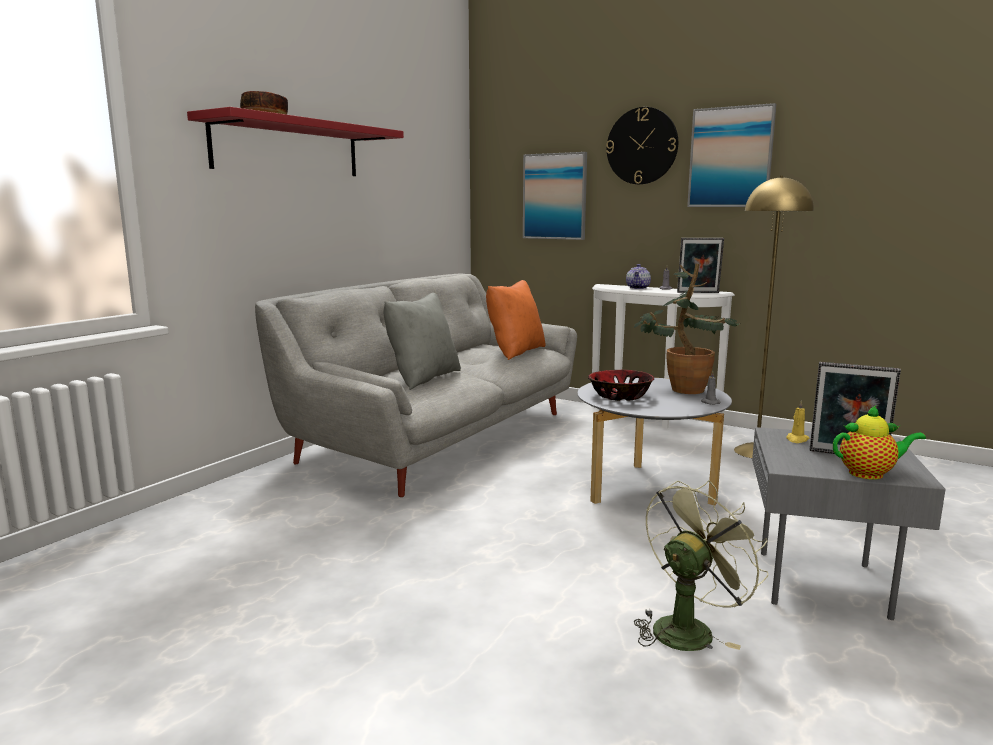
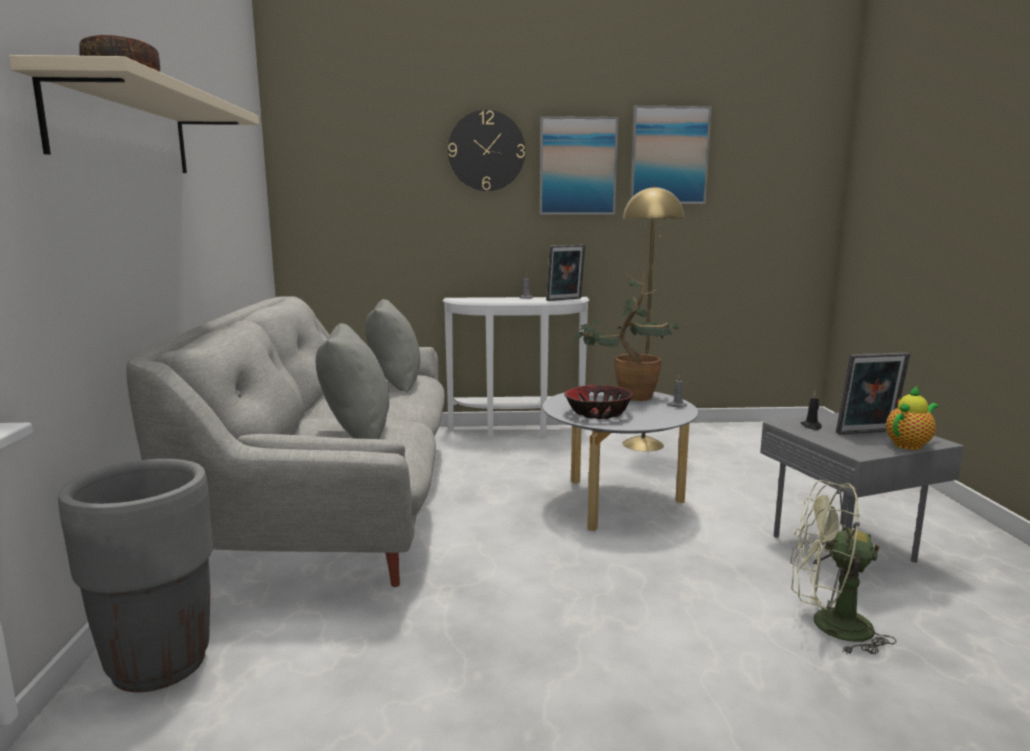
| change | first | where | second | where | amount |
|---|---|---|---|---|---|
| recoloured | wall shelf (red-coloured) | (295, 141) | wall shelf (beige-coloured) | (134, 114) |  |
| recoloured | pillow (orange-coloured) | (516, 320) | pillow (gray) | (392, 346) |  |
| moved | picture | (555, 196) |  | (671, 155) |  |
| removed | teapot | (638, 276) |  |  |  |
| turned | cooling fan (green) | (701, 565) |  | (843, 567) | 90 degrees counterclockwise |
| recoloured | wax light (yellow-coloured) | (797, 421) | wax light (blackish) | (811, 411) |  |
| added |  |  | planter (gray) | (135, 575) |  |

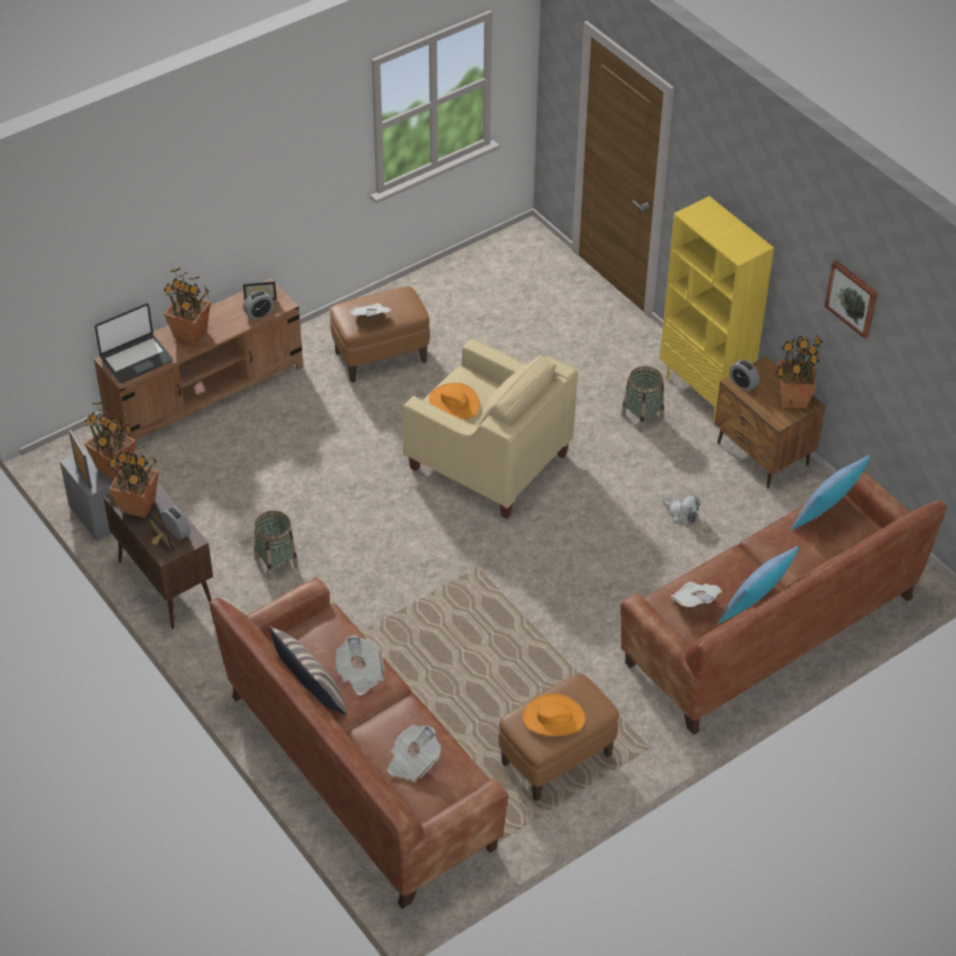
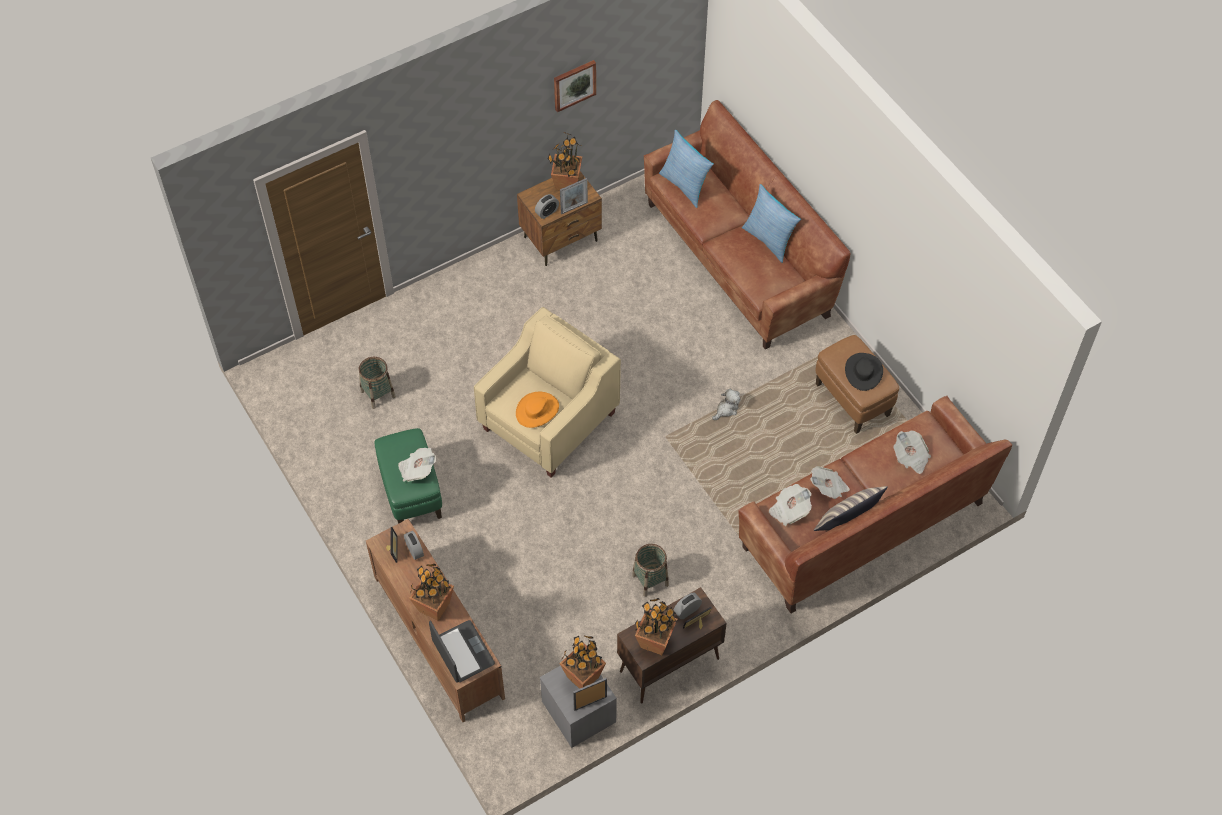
| change | first | where | second | where | amount |
|---|---|---|---|---|---|
| recoloured | pouffe (brownish) | (380, 334) | pouffe (green) | (408, 476) |  |
| recoloured | clothing hat (orange-coloured) | (554, 714) | clothing hat (blackish) | (864, 372) |  |
| moved | household basket | (642, 399) |  | (377, 383) |  |
| removed | bookshelf (yellow-coloured) | (717, 308) |  |  |  |
| moved | soft toy | (681, 510) |  | (726, 404) |  |
| moved | printed paper | (696, 594) |  | (790, 505) |  |
| added |  |  | standing frame | (574, 196) |  |

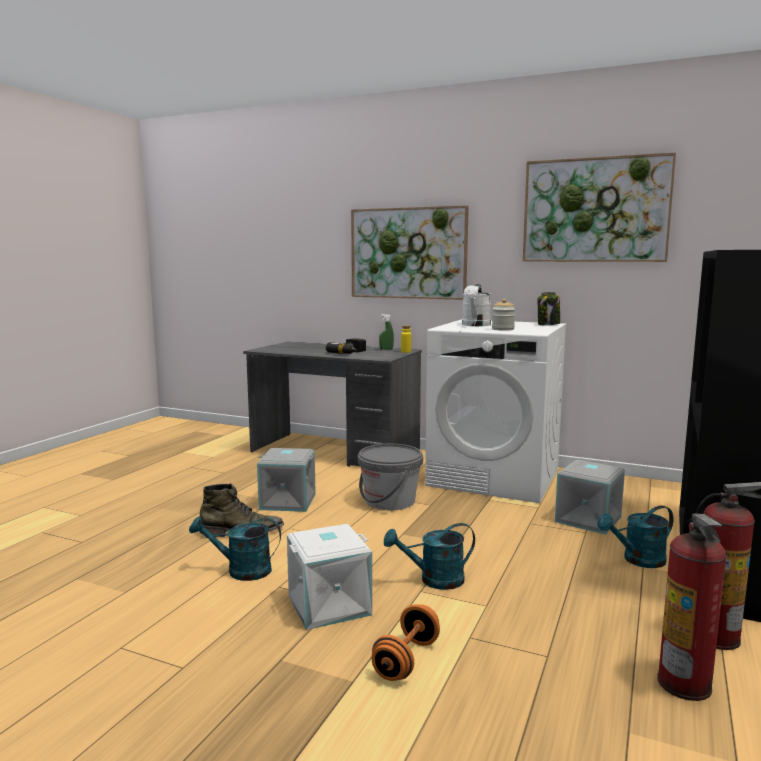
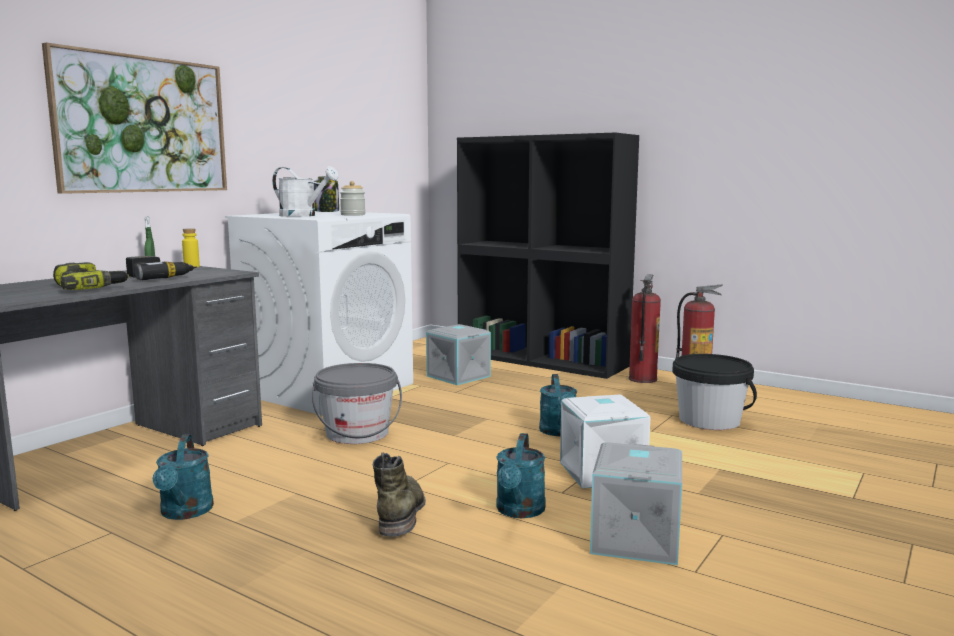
| change | first | where | second | where | amount |
|---|---|---|---|---|---|
| moved | storage box (gray) | (286, 480) |  | (636, 503) |  |
| removed | free weight (orange-coloured) | (405, 642) |  |  |  |
| removed | picture | (599, 207) |  |  |  |
| moved | sprinkling can (blue-green) | (635, 536) |  | (183, 477) |  |
| added |  |  | electric drill | (91, 276) |  |
| added |  |  | pail (blackish) | (714, 392) |  |

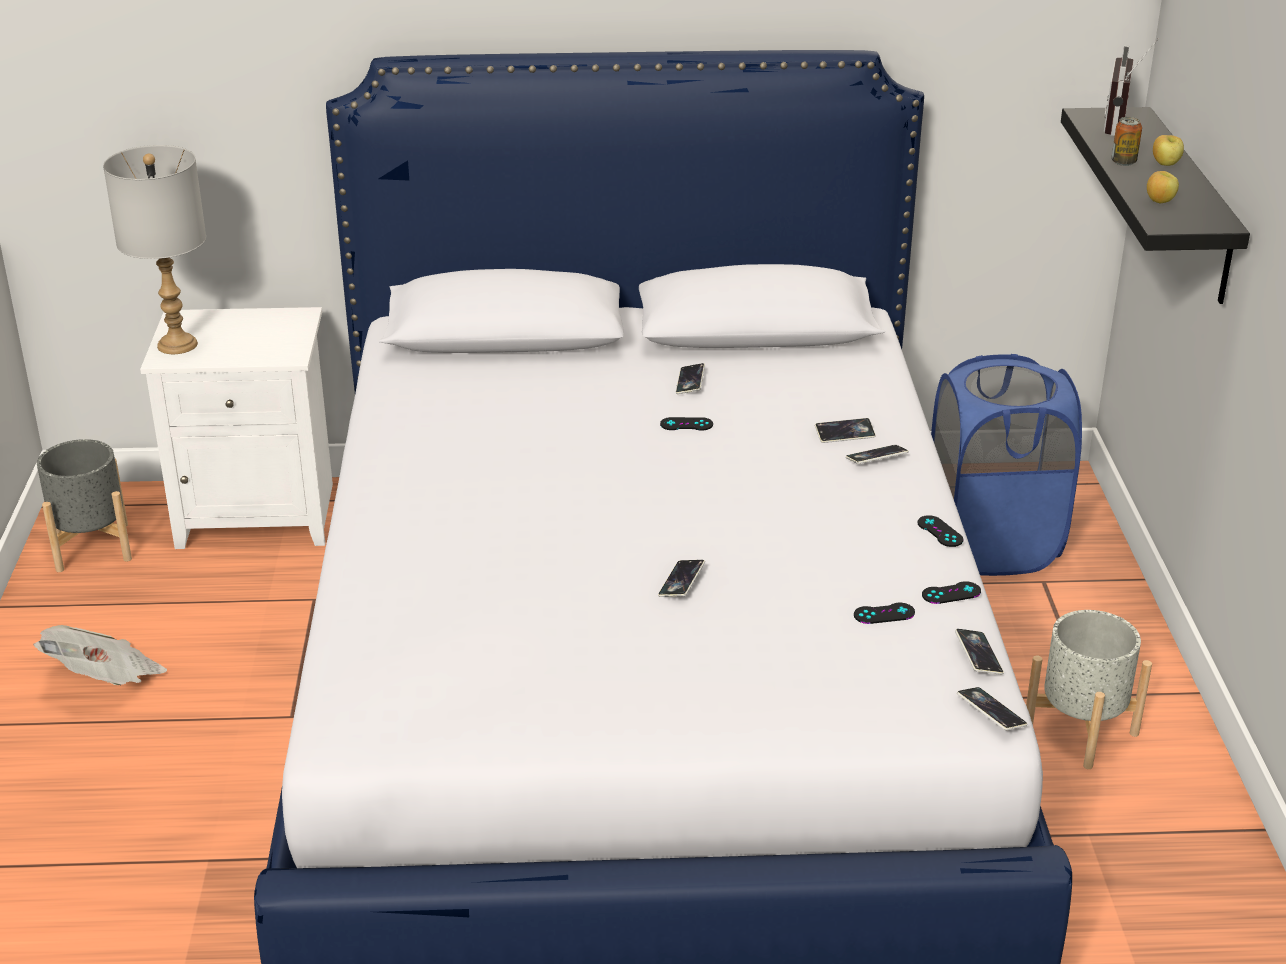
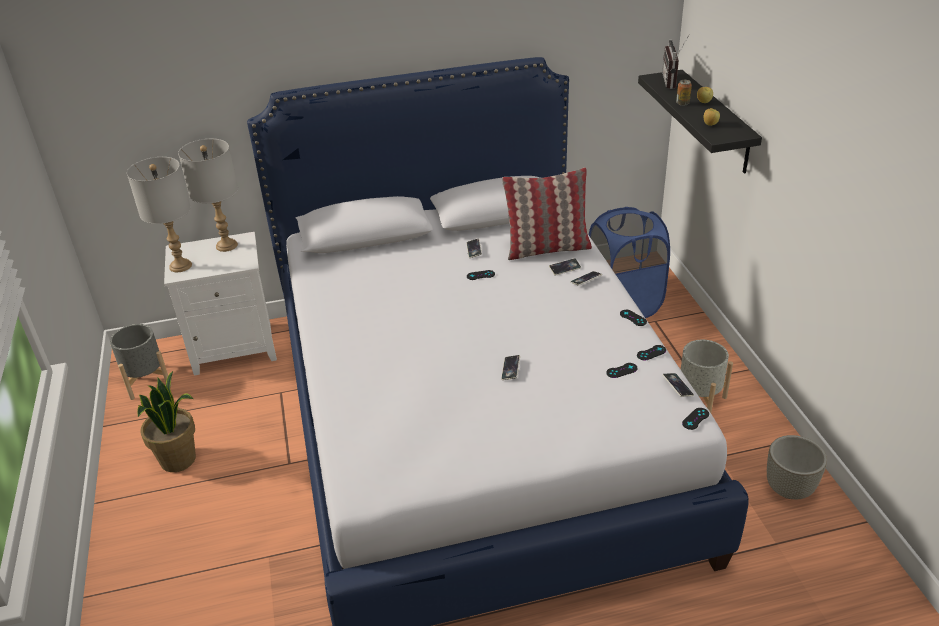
| change | first | where | second | where | amount |
|---|---|---|---|---|---|
| replaced | printed paper | (100, 655) | plant in a pot | (166, 421) |  |
| replaced | phone | (992, 708) | joypad (blackish) | (695, 419) |  |
| added |  |  | tabletop lamp (gray) | (208, 195) |  |
| added |  |  | pillow | (547, 214) |  |
| added |  |  | planter (gray) | (797, 467) |  |

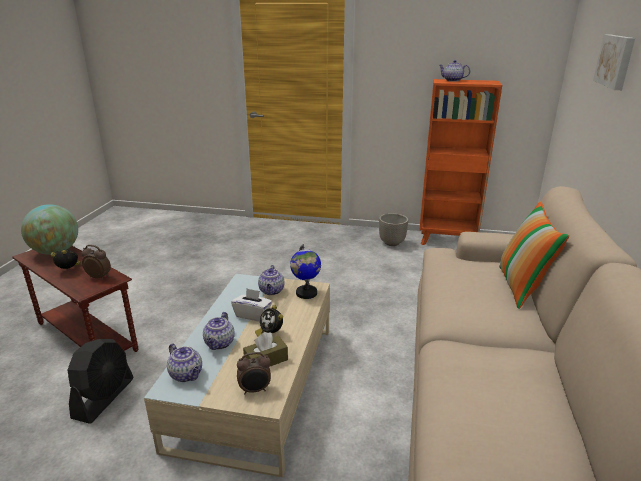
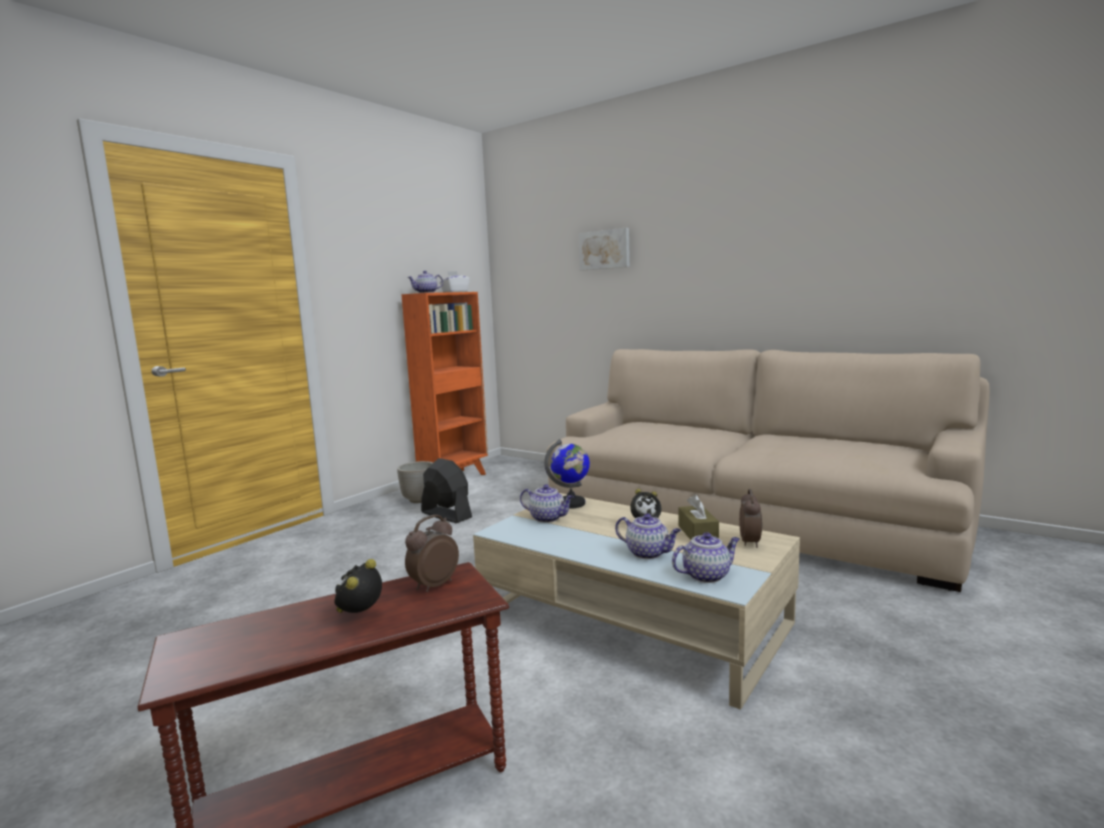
| change | first | where | second | where | amount |
|---|---|---|---|---|---|
| removed | world globe | (49, 229) |  |  |  |
| moved | cooling fan (blackish) | (100, 381) |  | (446, 490) |  |
| moved | tissue holder (white) | (251, 305) |  | (454, 281) |  |
| removed | pillow | (534, 255) |  |  |  |

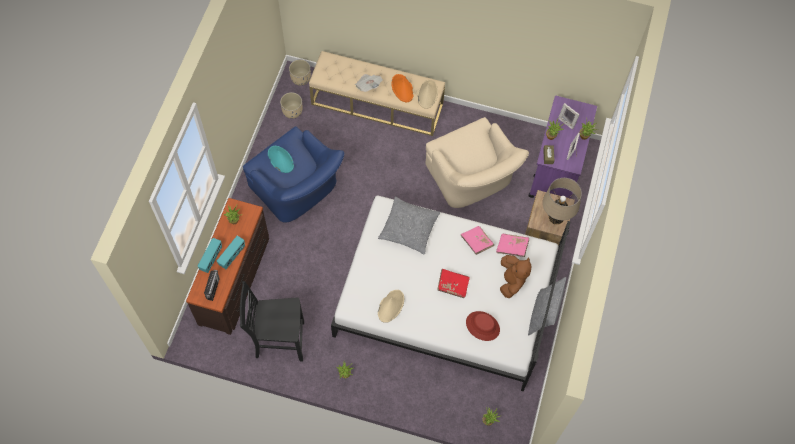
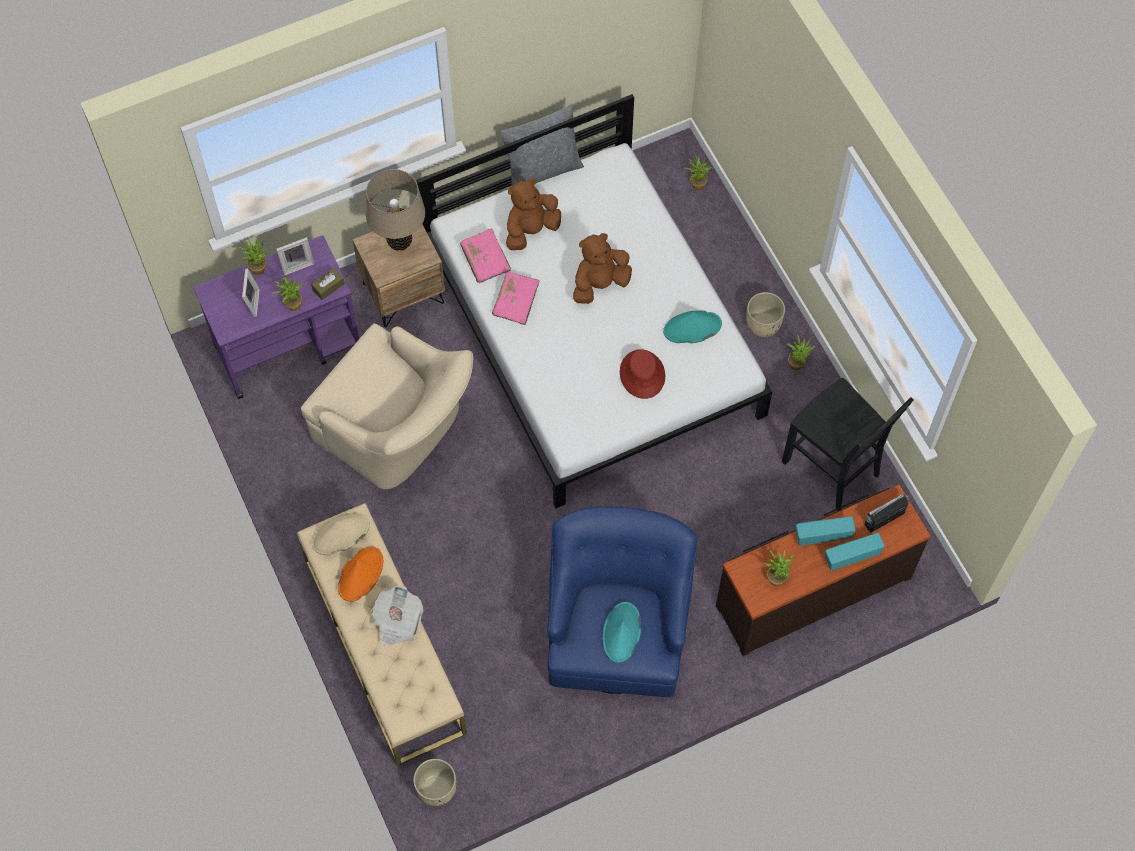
| change | first | where | second | where | amount |
|---|---|---|---|---|---|
| moved | planter (beige-coloured) | (291, 105) |  | (765, 314) |  |
| removed | pillow (gray) | (409, 225) |  |  |  |
| recoloured | clothing hat (beige-coloured) | (391, 306) | clothing hat (blue-green) | (692, 326) |  |
| turned | easy chair (beige-coloured) | (477, 162) |  | (387, 406) | 105 degrees clockwise |
| replaced | volume (red-coloured) | (453, 283) | soft toy (brownish) | (602, 268) |  |
| moved | clothing hat (red-coloured) | (483, 326) |  | (642, 374) |  |

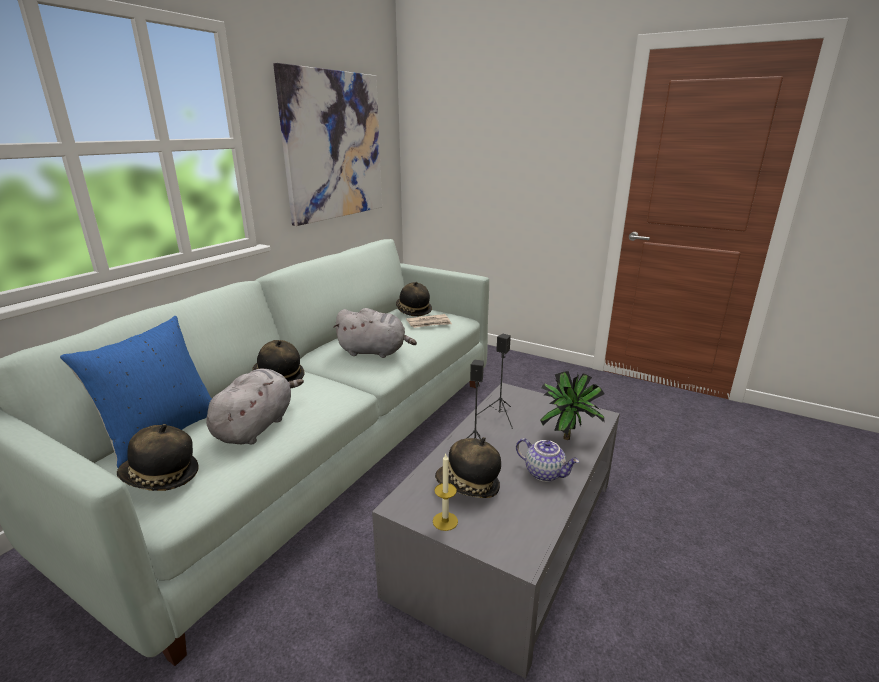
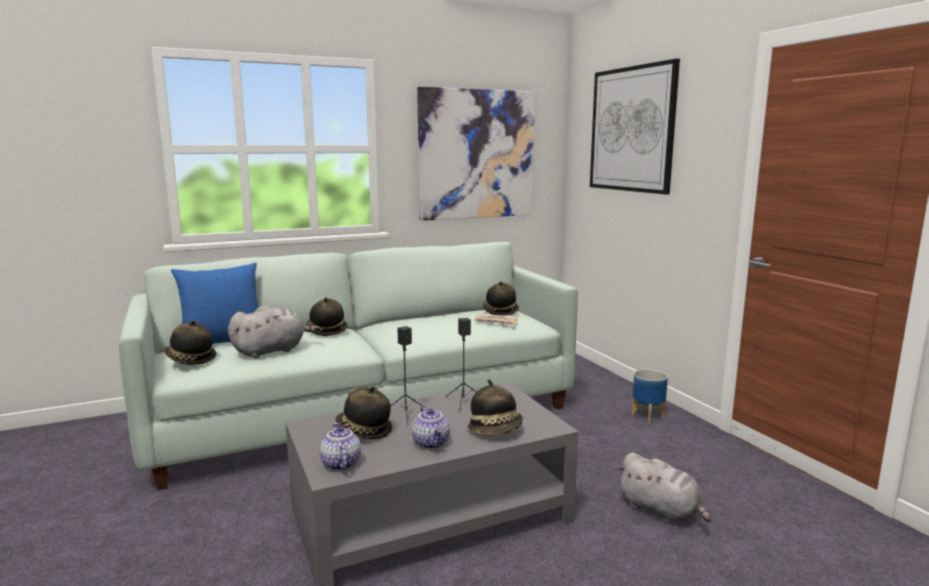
| change | first | where | second | where | amount |
|---|---|---|---|---|---|
| moved | soft toy (gray) | (375, 333) |  | (664, 488) |  |
| removed | wax light | (445, 492) |  |  |  |
| replaced | plant in a pot | (572, 405) | clothing hat | (495, 407) |  |
| added |  |  | teapot | (340, 447) |  |
| added |  |  | picture | (635, 127) |  |
| added |  |  | planter | (649, 396) |  |

